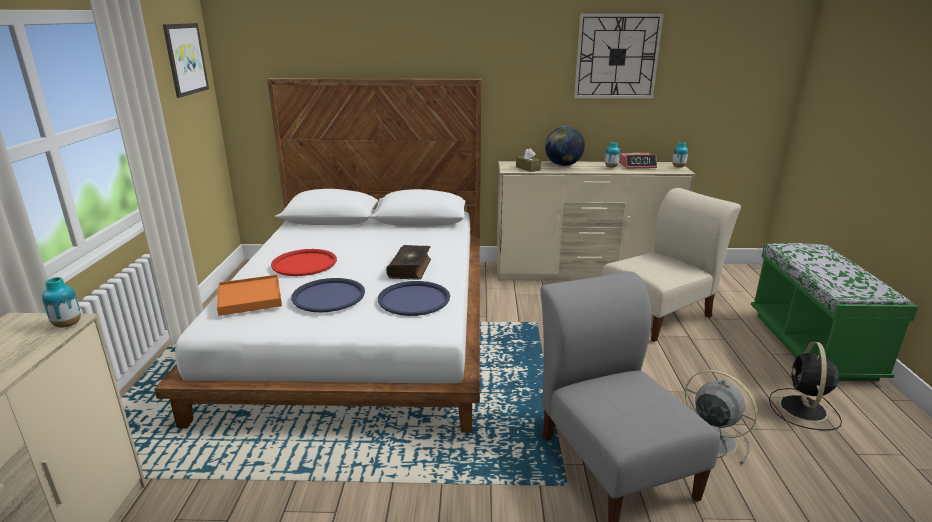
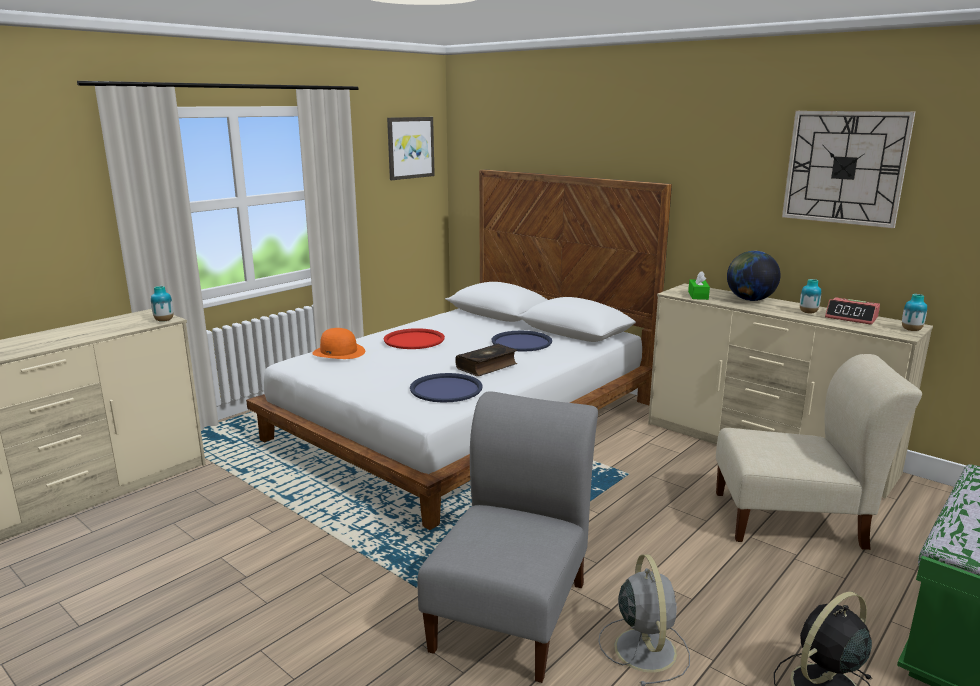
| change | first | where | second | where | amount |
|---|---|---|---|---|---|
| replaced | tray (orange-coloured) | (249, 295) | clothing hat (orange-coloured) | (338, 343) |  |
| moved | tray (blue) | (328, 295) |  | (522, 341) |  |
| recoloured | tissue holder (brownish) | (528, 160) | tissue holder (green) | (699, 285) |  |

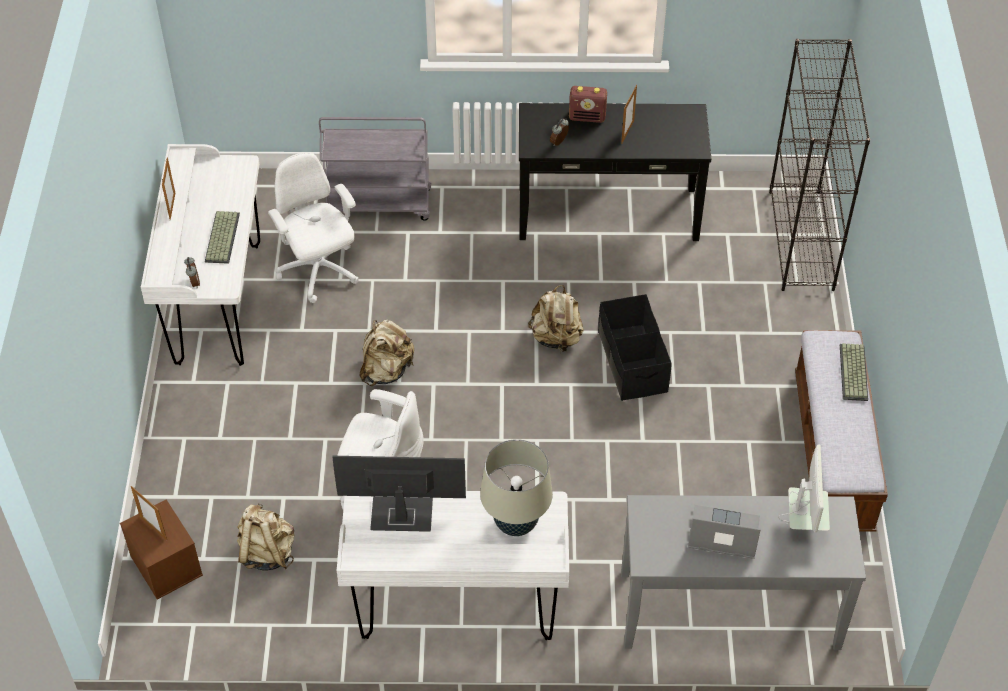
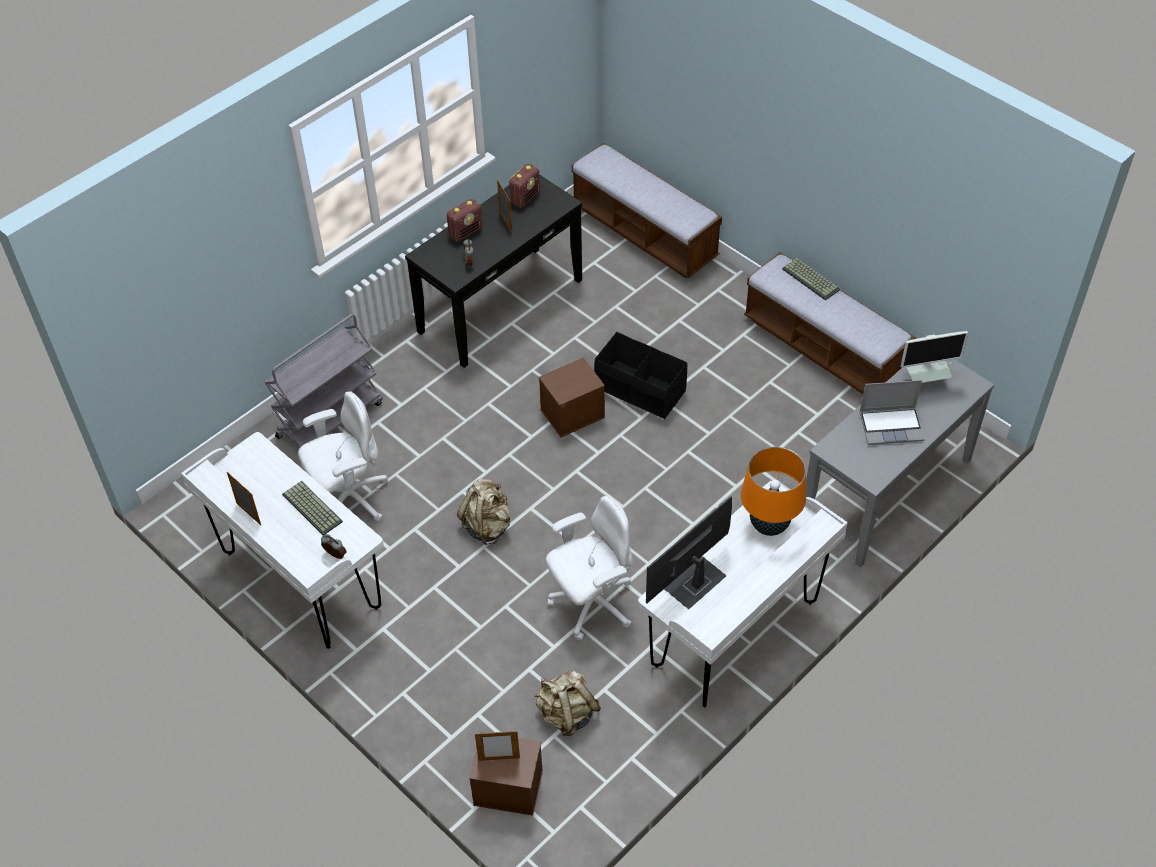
| change | first | where | second | where | amount |
|---|---|---|---|---|---|
| turned | computer chair (white) | (313, 227) |  | (343, 456) | 135 degrees clockwise |
| recoloured | tabletop lamp (beige-coloured) | (516, 487) | tabletop lamp (orange-coloured) | (773, 491) |  |
| replaced | rucksack (beige-coloured) | (556, 318) | storage box (brownish) | (572, 397) |  |
| turned | laptop | (724, 532) |  | (892, 412) | 150 degrees counterclockwise |
| replaced | bookshelf (blackish) | (819, 165) | long seat | (647, 210) |  |
| turned | monitor | (804, 488) |  | (934, 357) | 120 degrees clockwise |
| added |  |  | radio receiver | (524, 186) |  |

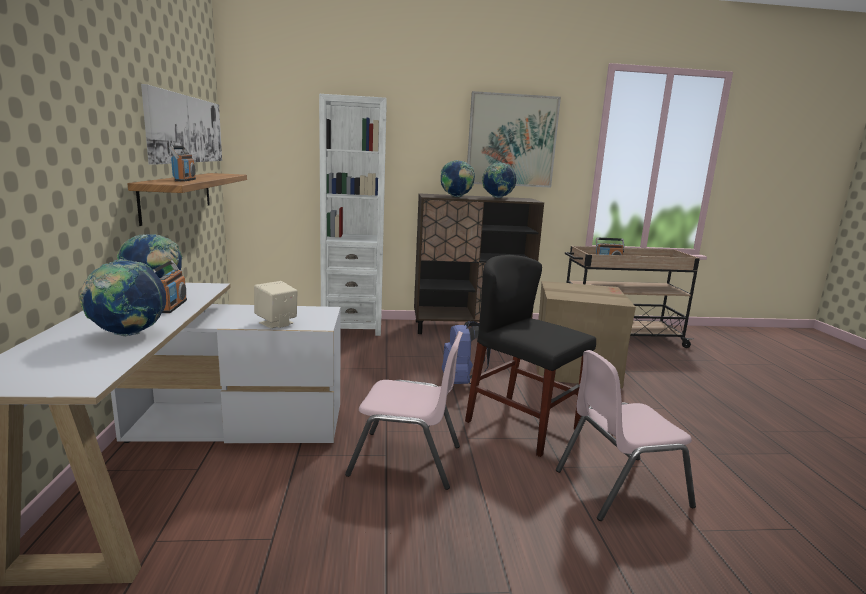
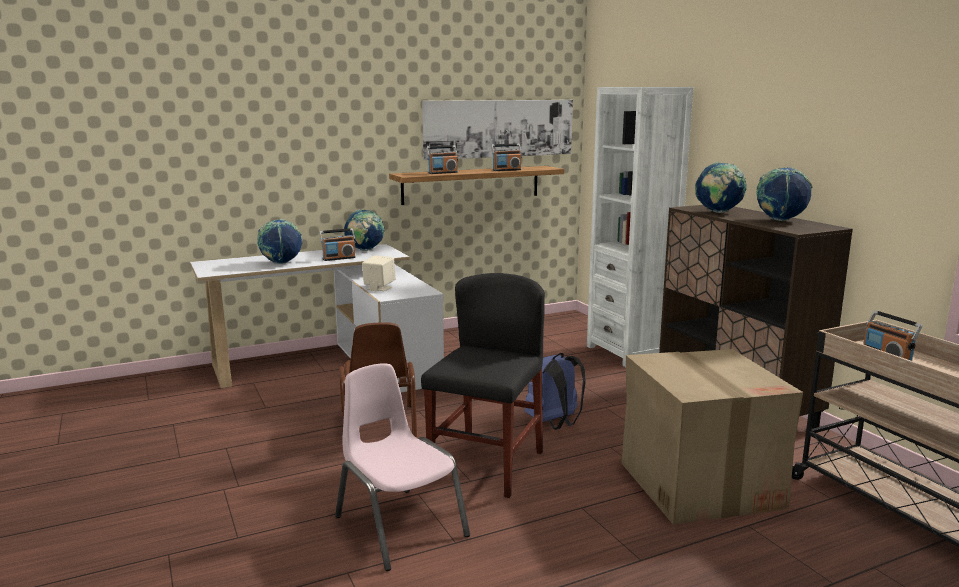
| change | first | where | second | where | amount |
|---|---|---|---|---|---|
| recoloured | plain chair (pink) | (404, 410) | plain chair (brownish) | (378, 380) |  |
| removed | picture | (514, 139) |  |  |  |
| added |  |  | radio receiver | (506, 157) |  |

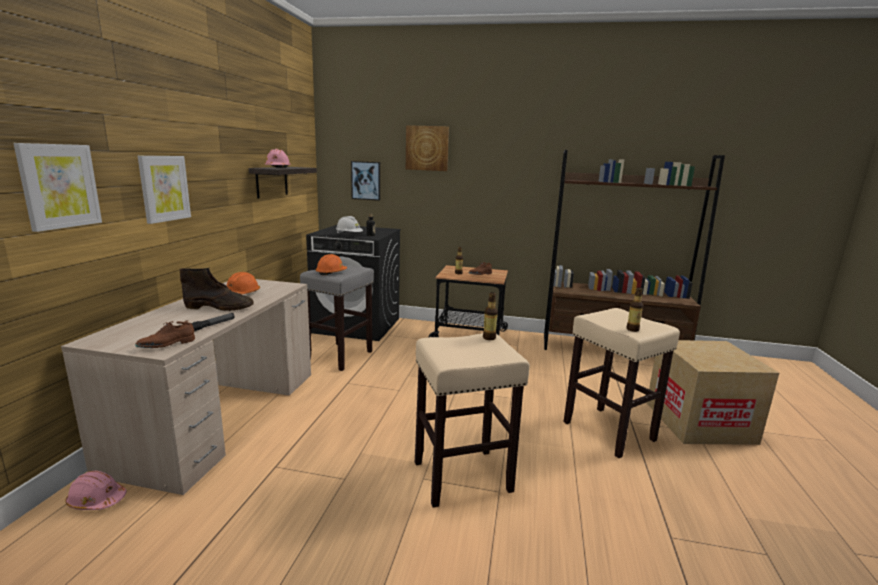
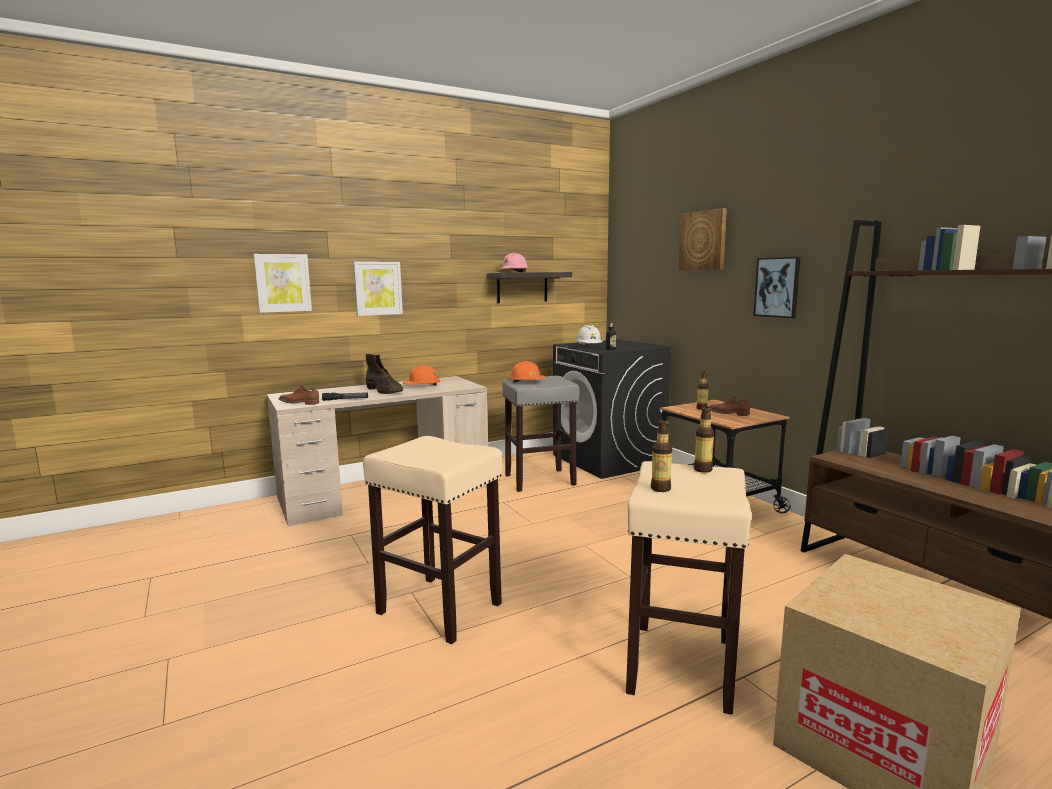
| change | first | where | second | where | amount |
|---|---|---|---|---|---|
| removed | hard hat (pink) | (96, 490) |  |  |  |
| moved | picture | (365, 181) |  | (777, 287) |  |
| moved | bottle | (490, 316) |  | (704, 440) |  |

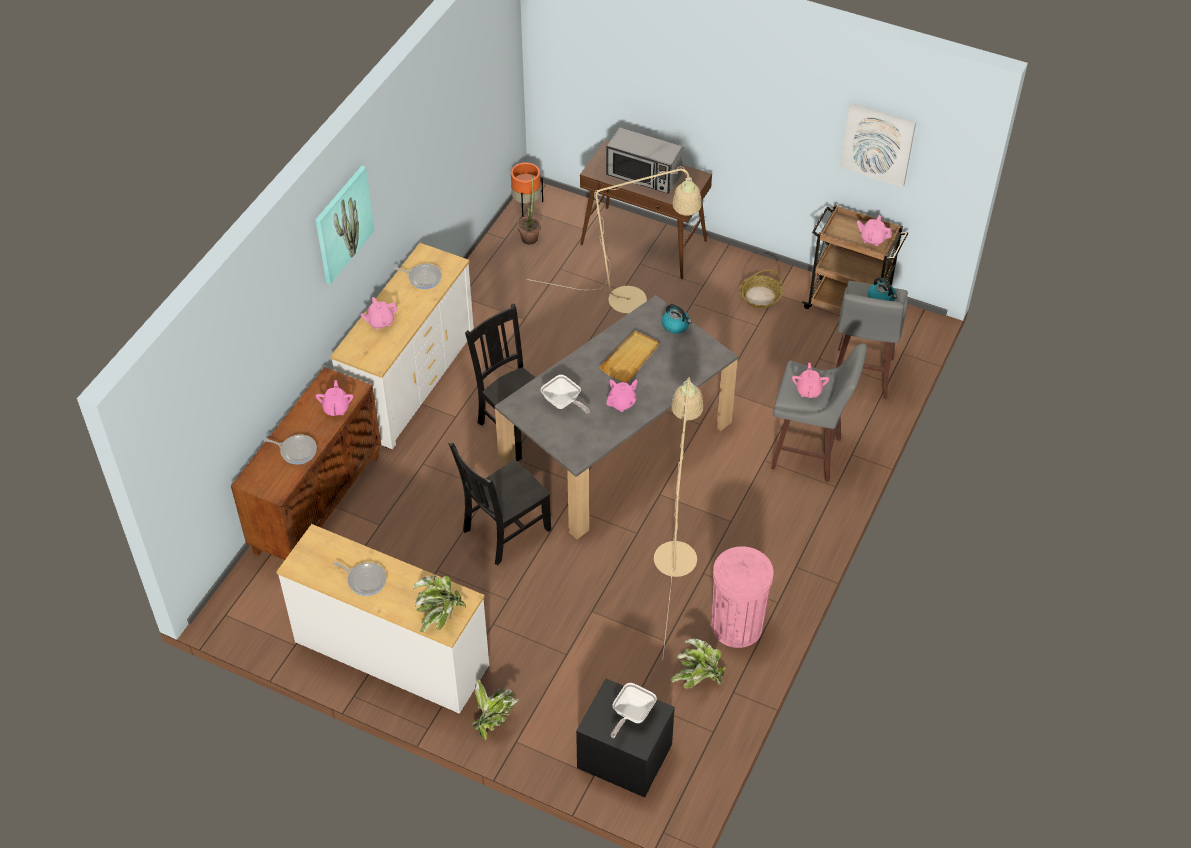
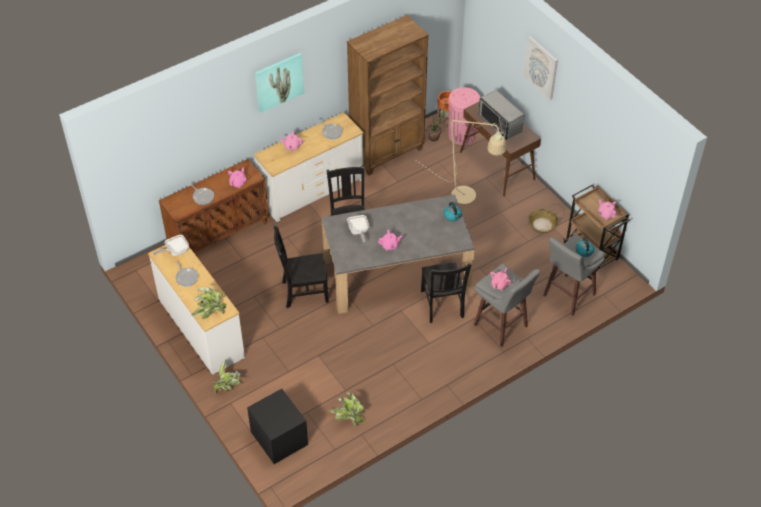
| change | first | where | second | where | amount |
|---|---|---|---|---|---|
| removed | tray (beige-coloured) | (630, 356) |  |  |  |
| moved | skillet | (634, 710) |  | (171, 245) |  |
| removed | standard lamp (beige-coloured) | (678, 518) |  |  |  |
| moved | waste bin (pink) | (742, 597) |  | (464, 116) |  |
| moved | picture | (878, 145) |  | (540, 68) |  |
| added |  |  | bookshelf (brownish) | (387, 95) |  |
| added |  |  | plain chair (blackish) | (446, 292) |  |

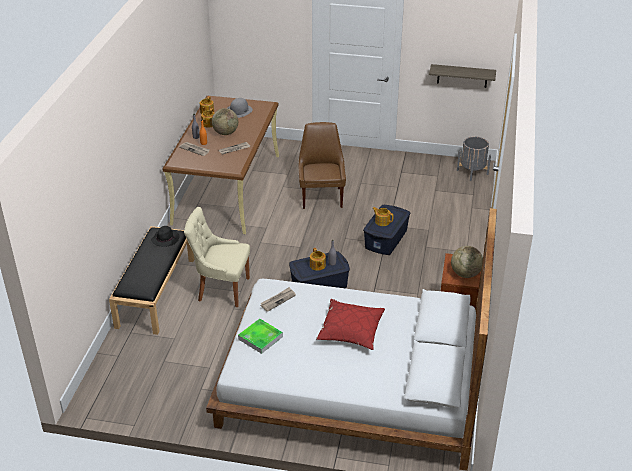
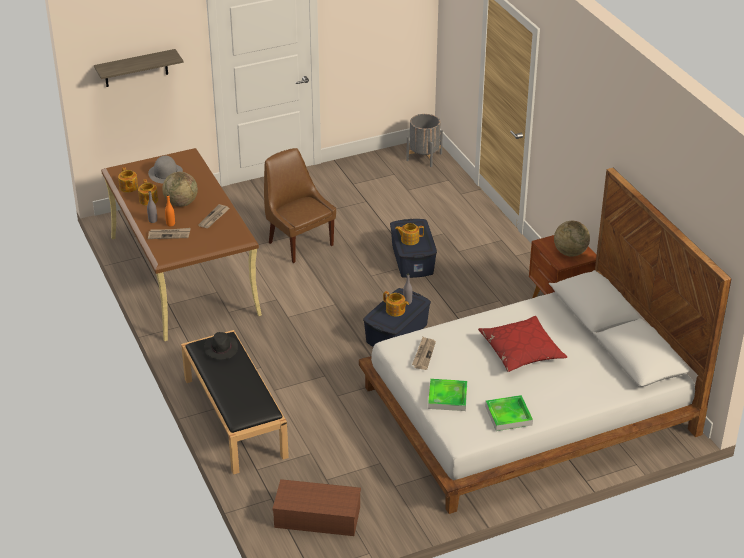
| change | first | where | second | where | amount |
|---|---|---|---|---|---|
| removed | plain chair (beige-coloured) | (217, 257) |  |  |  |
| moved | wall shelf | (462, 76) |  | (139, 68) |  |
| added |  |  | storage box (brownish) | (316, 507) |  |
| added |  |  | tray | (509, 413) |  |

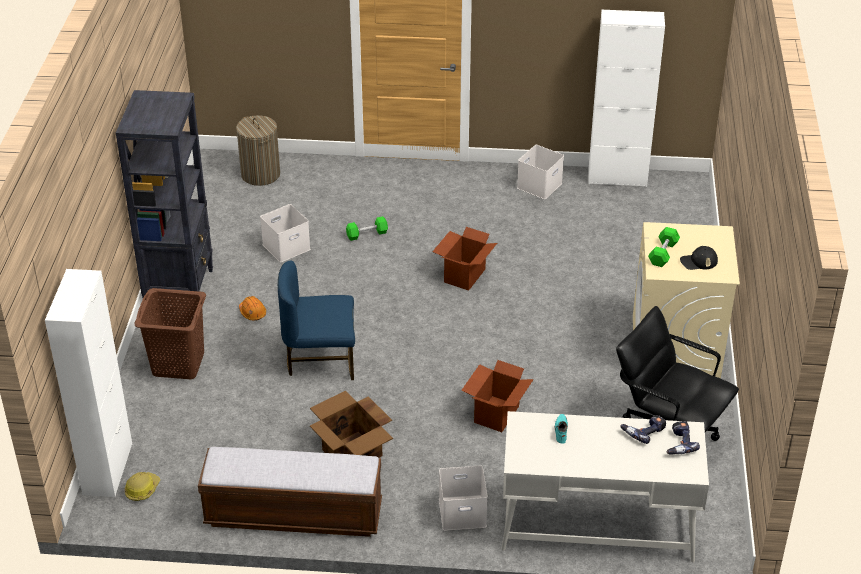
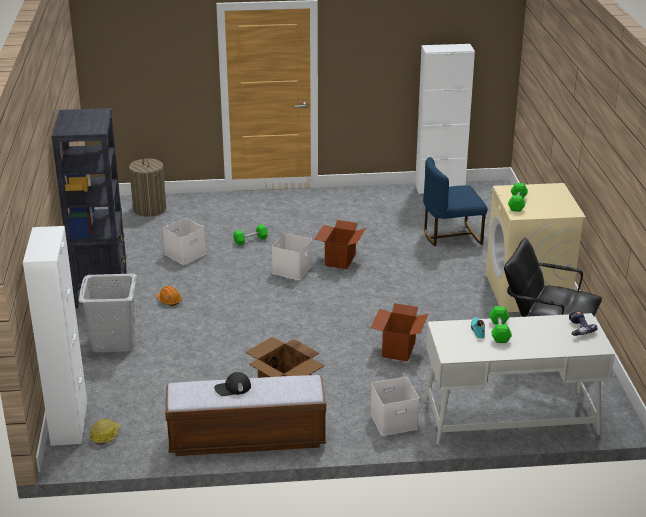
| change | first | where | second | where | amount |
|---|---|---|---|---|---|
| recoloured | laundry basket (brownish) | (170, 333) | laundry basket (gray) | (107, 313) |  |
| moved | plain chair (blue) | (316, 320) |  | (455, 201) |  |
| moved | storage box (white) | (540, 172) |  | (292, 256) |  |
| removed | electric drill | (643, 429) |  |  |  |
| moved | baseball cap (blackish) | (699, 258) |  | (232, 384) |  |
| added |  |  | free weight (green) | (500, 324) |  |

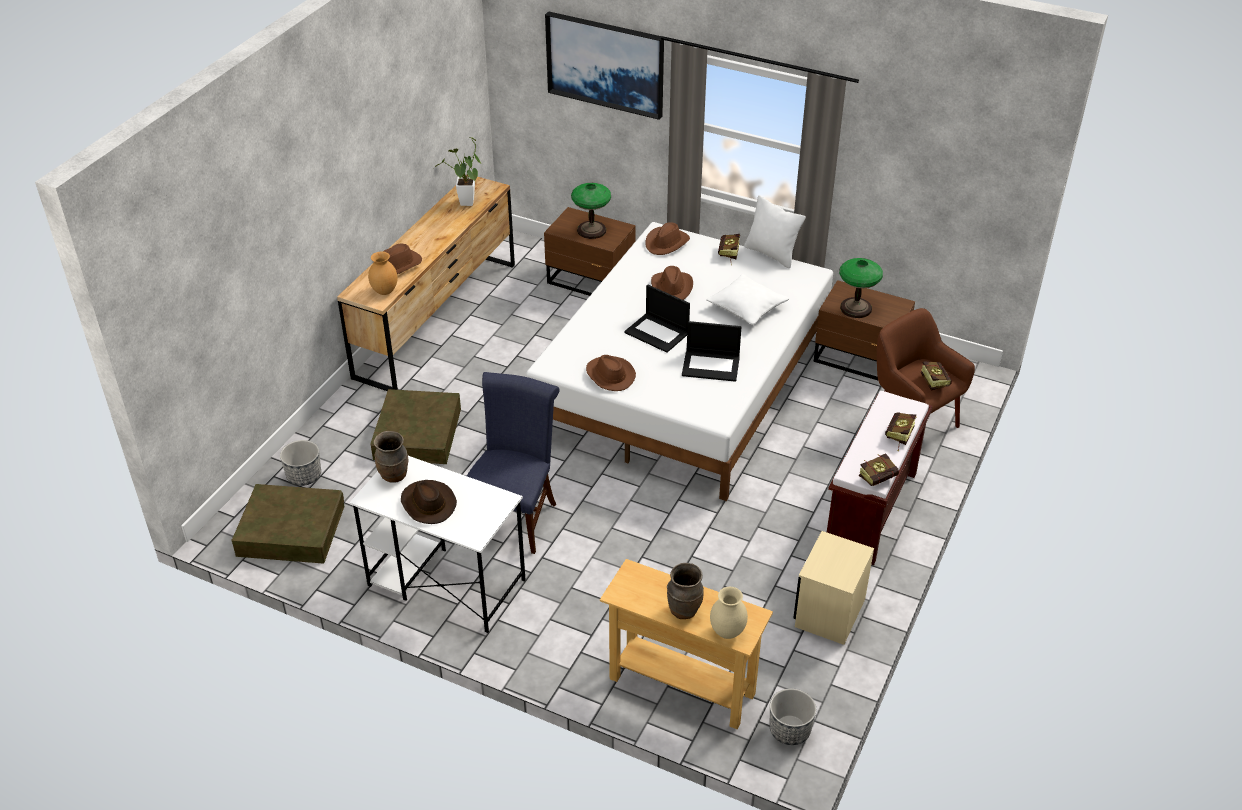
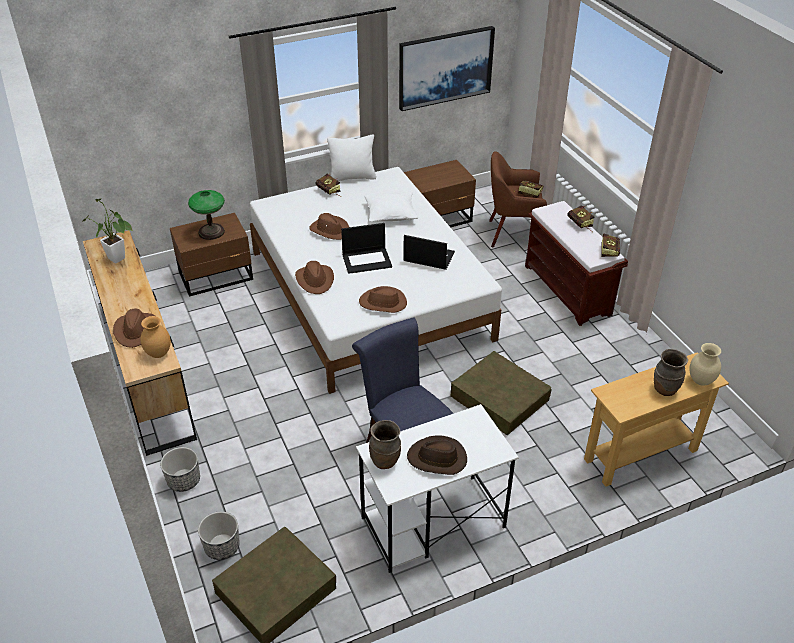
| change | first | where | second | where | amount |
|---|---|---|---|---|---|
| moved | storage box (brownish) | (415, 426) |  | (501, 393) |  |
| moved | picture | (604, 65) |  | (447, 68) |  |
| moved | clothing hat (brownish) | (667, 238) |  | (314, 277) |  |
| turned | laptop | (711, 351) |  | (429, 252) | 120 degrees counterclockwise |
| moved | planter | (793, 716) |  | (180, 469) |  |
| removed | night table (beige-coloured) | (833, 588) |  |  |  |
| removed | tabletop lamp | (861, 288) |  |  |  |

